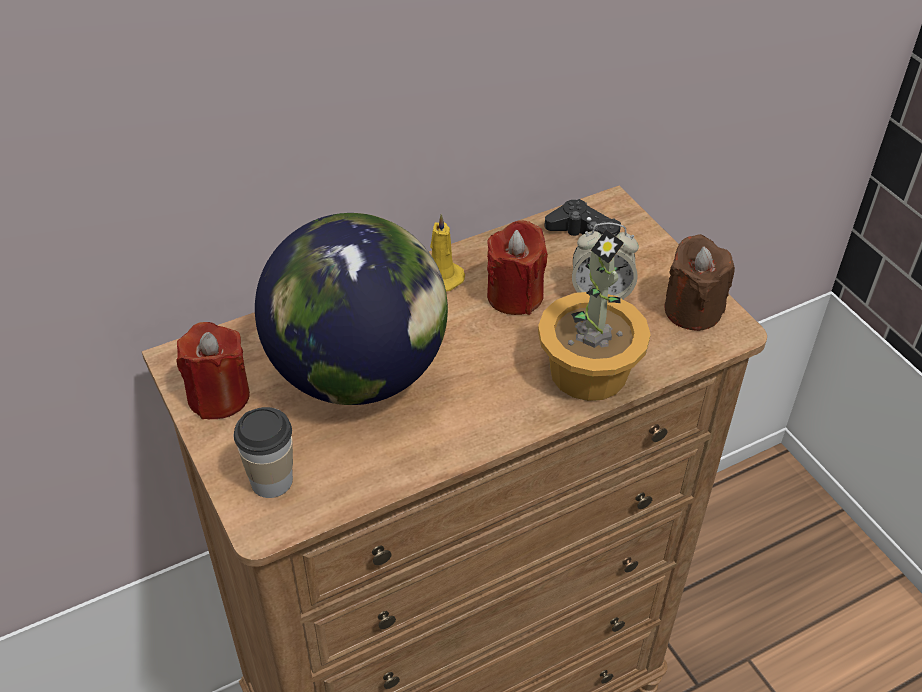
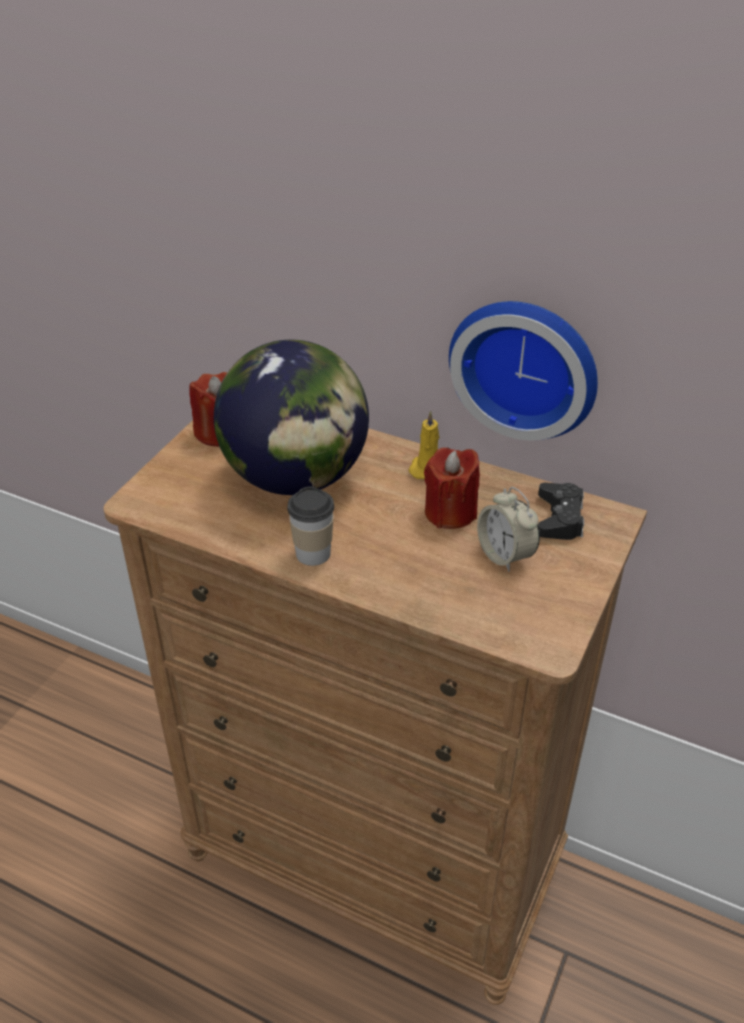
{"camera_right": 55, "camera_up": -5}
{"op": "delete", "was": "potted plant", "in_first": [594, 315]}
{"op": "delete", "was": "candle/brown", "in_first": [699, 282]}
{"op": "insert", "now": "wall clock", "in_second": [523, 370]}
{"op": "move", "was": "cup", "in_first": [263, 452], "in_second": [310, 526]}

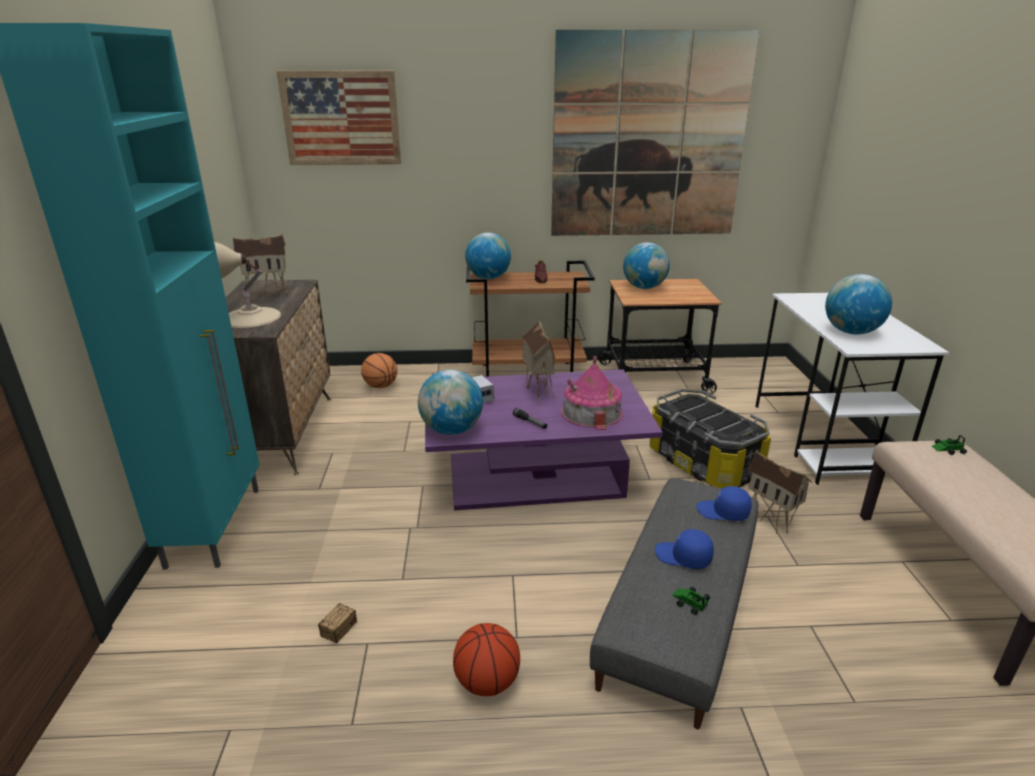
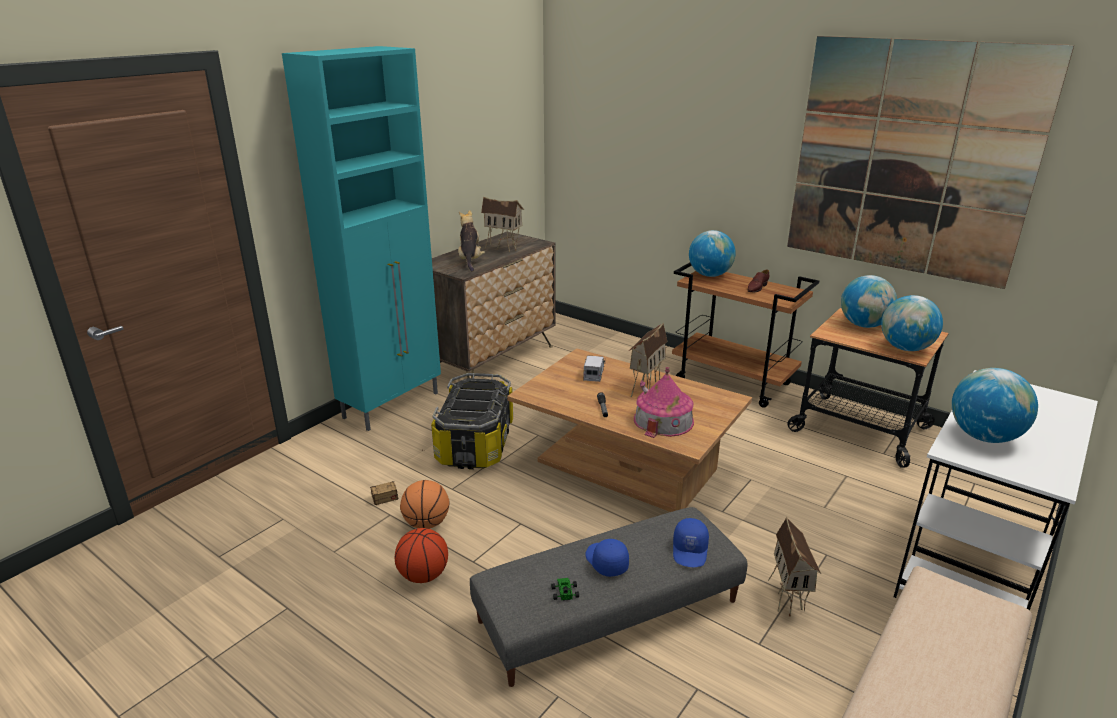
{"camera_right": 40, "camera_up": 0}
{"op": "delete", "was": "picture", "in_first": [339, 117]}
{"op": "delete", "was": "toy car", "in_first": [949, 445]}
{"op": "move", "was": "basketball", "in_first": [379, 370], "in_second": [425, 504]}
{"op": "move", "was": "globe", "in_first": [450, 402], "in_second": [912, 323]}
{"op": "move", "was": "storage box", "in_first": [710, 438], "in_second": [472, 421]}
{"op": "replace", "was": "table lamp/beige", "now": "plush toy", "in_first": [247, 285], "in_second": [471, 241]}
{"op": "recolor", "was": "coffee table/purple", "now": "coffee table/brown", "in_first": [544, 439], "in_second": [629, 430]}
{"op": "rotate", "was": "cap/blue", "in_first": [724, 503], "in_second": [691, 542], "clockwise": -135}

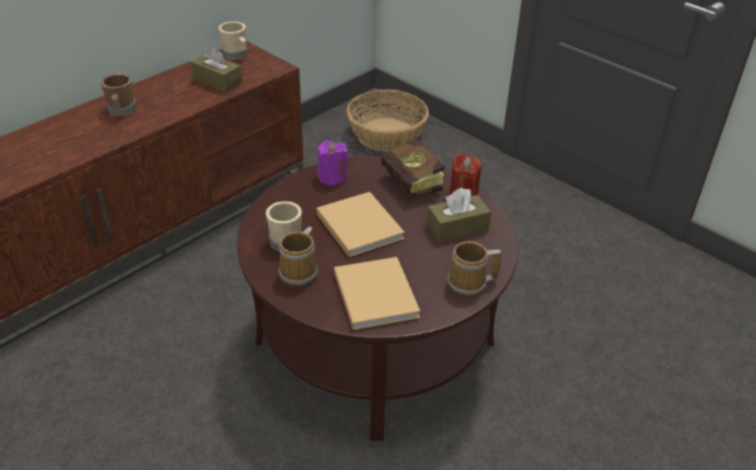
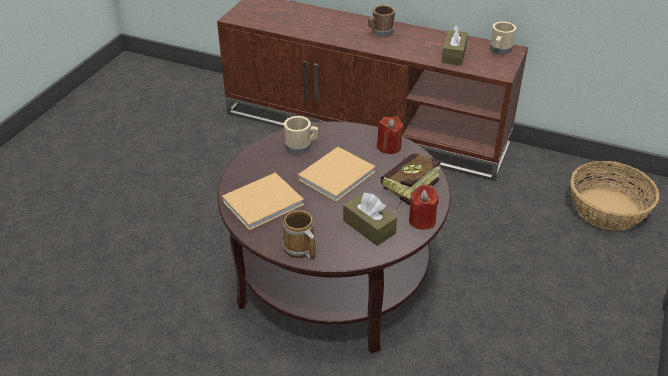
{"camera_right": 70, "camera_up": 0}
{"op": "delete", "was": "mug", "in_first": [298, 257]}
{"op": "recolor", "was": "candle/purple", "now": "candle/red", "in_first": [332, 163], "in_second": [390, 135]}

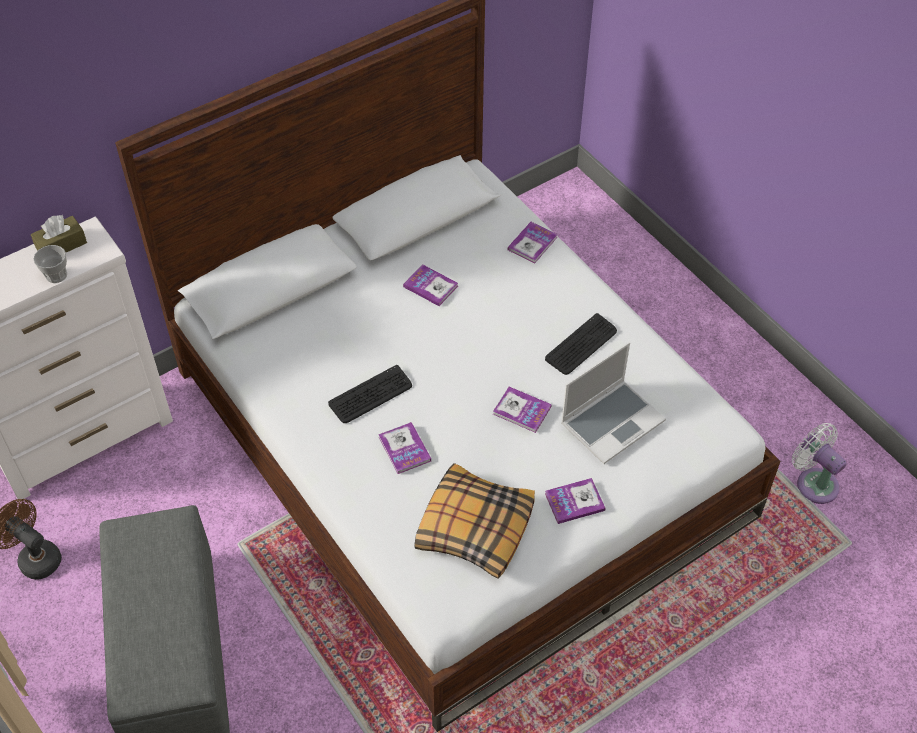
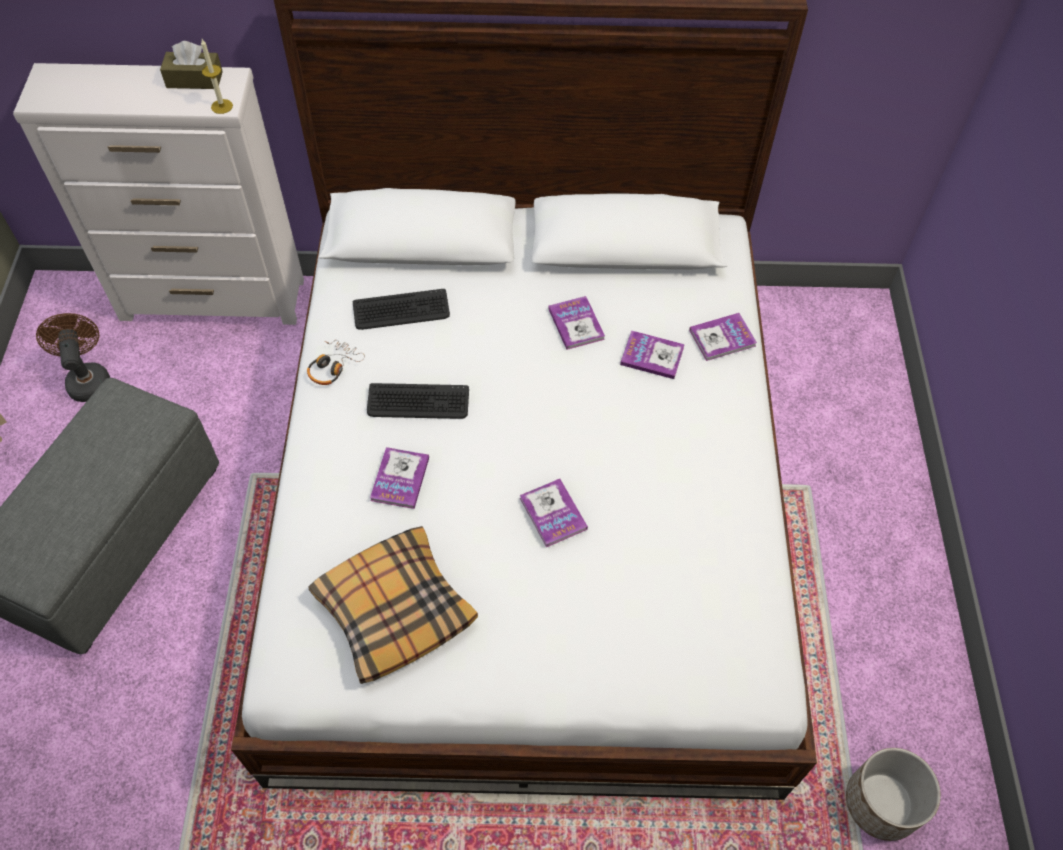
{"camera_right": 35, "camera_up": 5}
{"op": "delete", "was": "cup", "in_first": [50, 264]}
{"op": "delete", "was": "laptop", "in_first": [613, 403]}
{"op": "insert", "now": "candle", "in_second": [217, 76]}
{"op": "insert", "now": "headphones", "in_second": [336, 362]}
{"op": "move", "was": "keyboard", "in_first": [581, 344], "in_second": [401, 309]}
{"op": "move", "was": "book", "in_first": [575, 501], "in_second": [652, 355]}
{"op": "replace", "was": "fan/white", "now": "planter", "in_first": [819, 463], "in_second": [893, 794]}

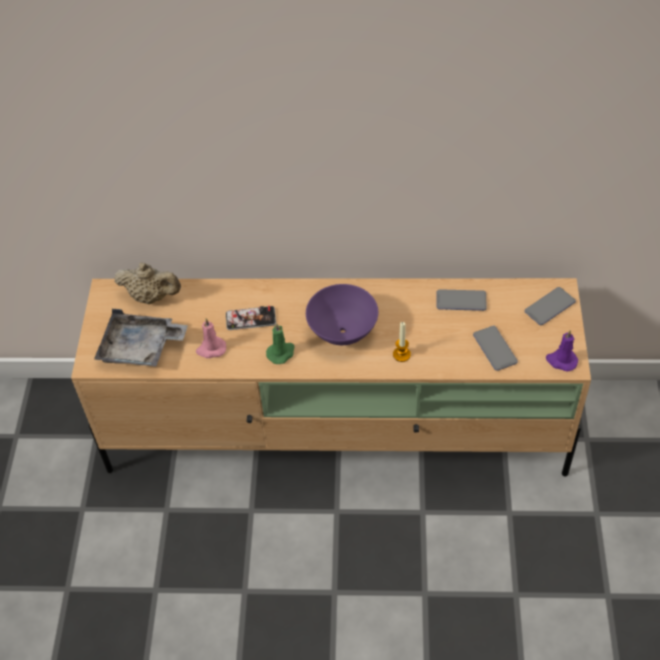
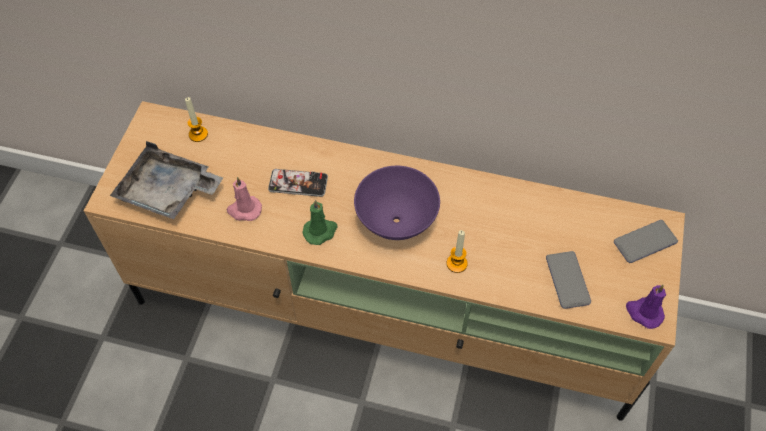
{"camera_right": 10, "camera_up": 5}
{"op": "delete", "was": "phone", "in_first": [461, 300]}
{"op": "replace", "was": "teapot/beige", "now": "candle", "in_first": [147, 283], "in_second": [196, 119]}

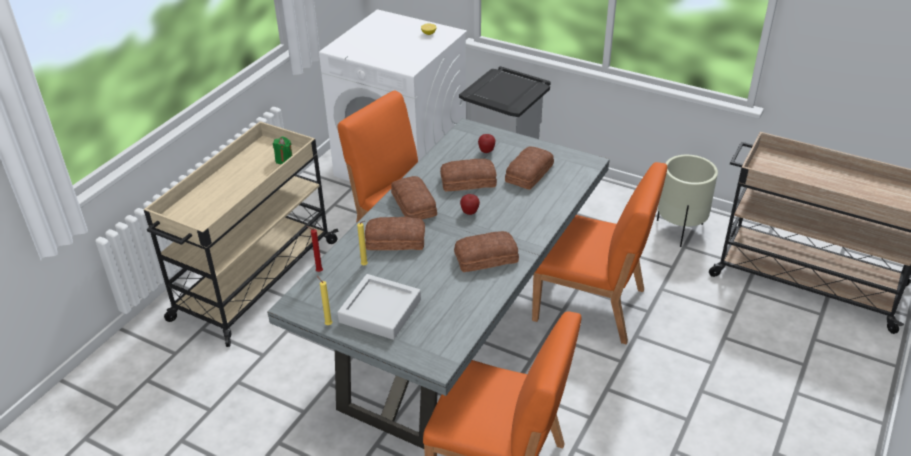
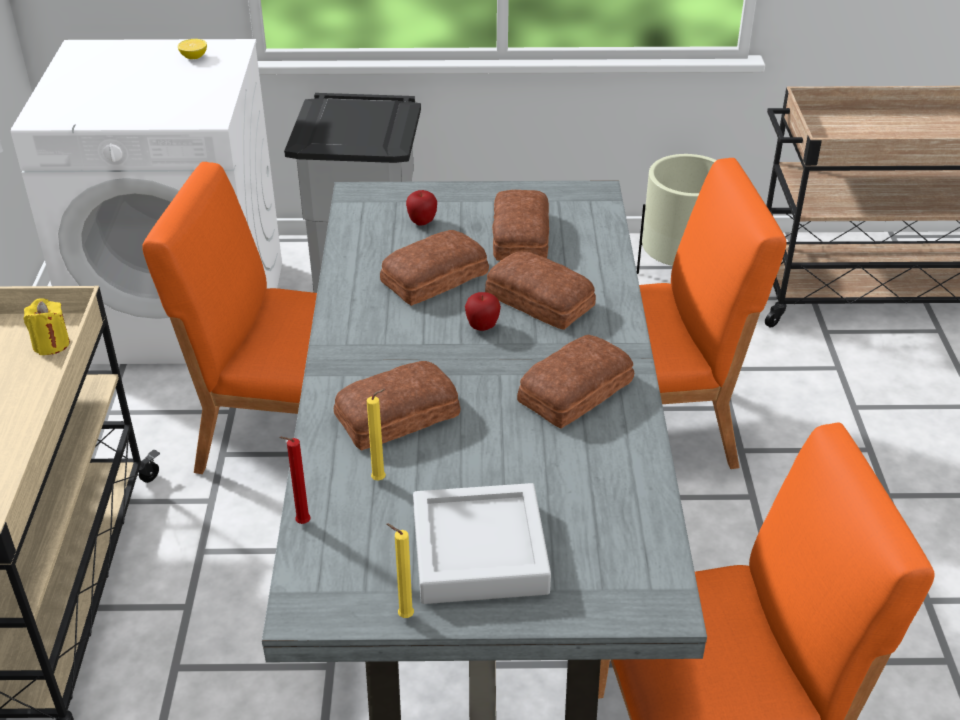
{"camera_right": -30, "camera_up": 0}
{"op": "move", "was": "bread", "in_first": [414, 198], "in_second": [540, 290]}
{"op": "recolor", "was": "candle/green", "now": "candle/yellow", "in_first": [282, 151], "in_second": [47, 326]}

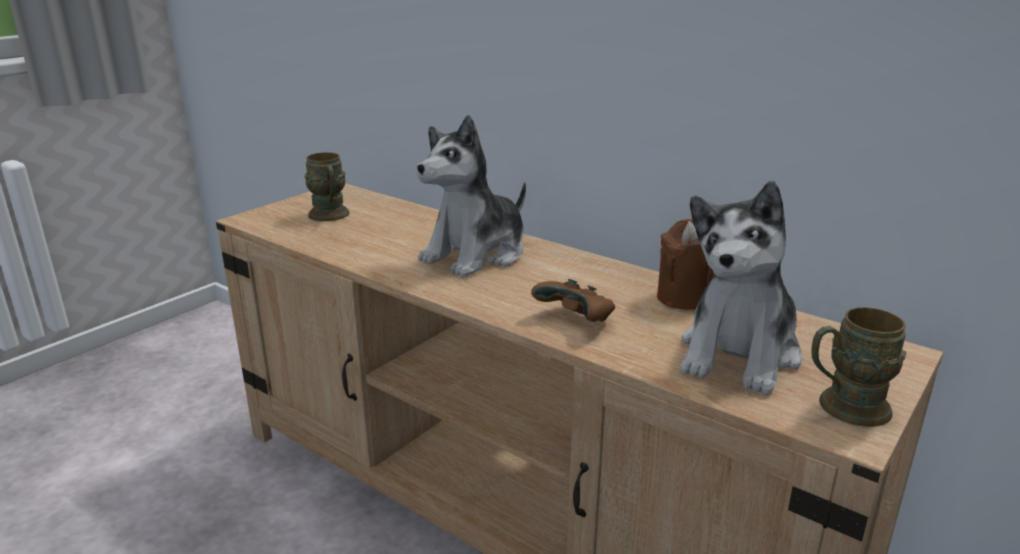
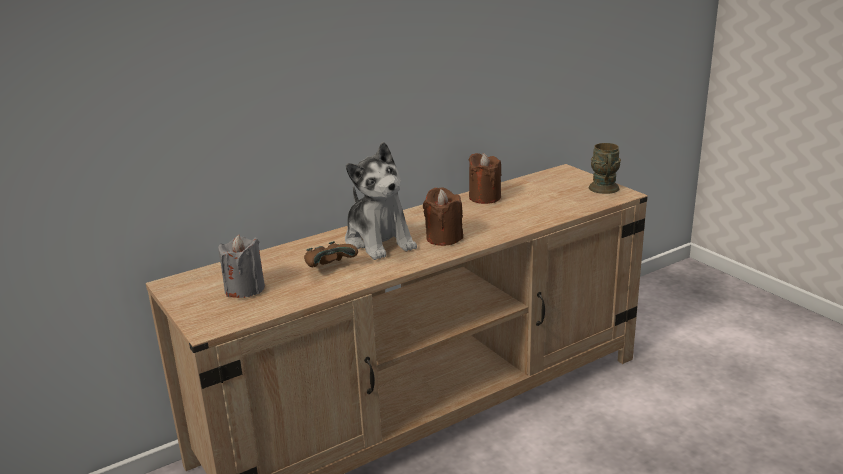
{"camera_right": -70, "camera_up": 0}
{"op": "delete", "was": "plush toy", "in_first": [741, 288]}
{"op": "insert", "now": "candle/brown", "in_second": [443, 216]}
{"op": "move", "was": "game controller/brown", "in_first": [573, 300], "in_second": [331, 254]}
{"op": "replace", "was": "mug/brown", "now": "candle/grey", "in_first": [327, 186], "in_second": [241, 266]}

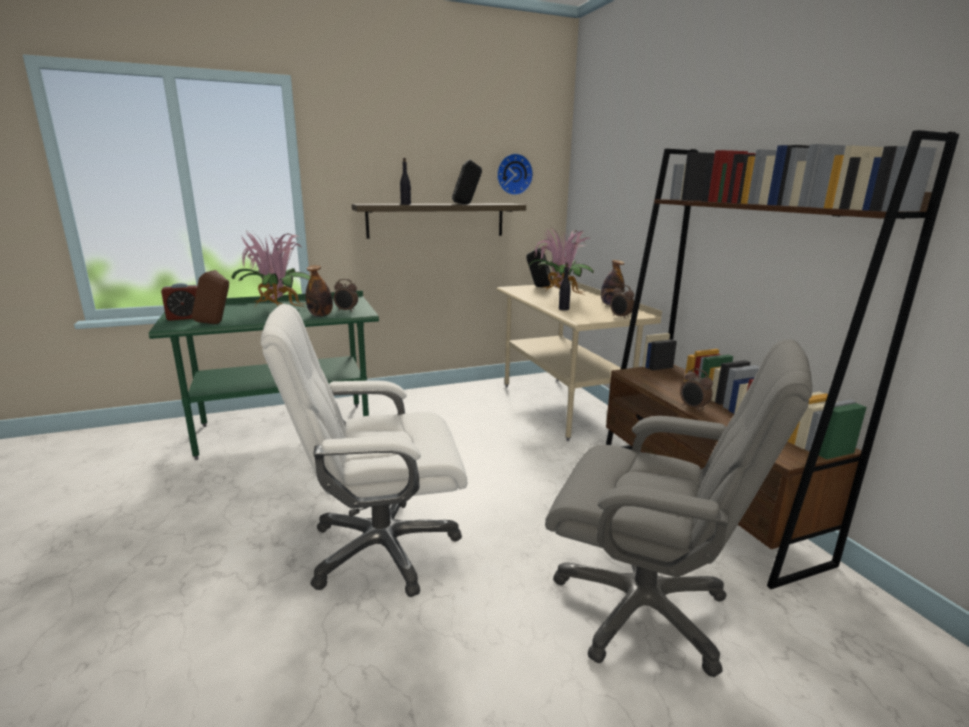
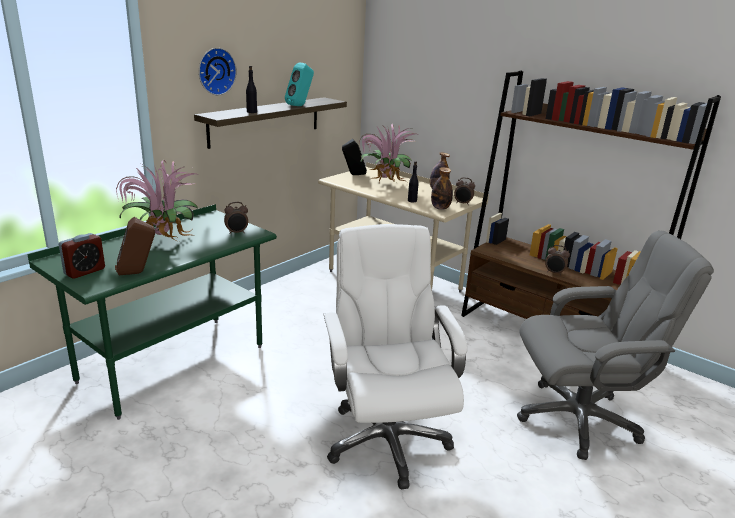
{"camera_right": -30, "camera_up": 5}
{"op": "move", "was": "bottle", "in_first": [319, 291], "in_second": [442, 188]}
{"op": "move", "was": "wall clock", "in_first": [515, 174], "in_second": [218, 71]}
{"op": "recolor", "was": "speaker/black", "now": "speaker/turquoise", "in_first": [467, 182], "in_second": [299, 84]}
{"op": "rotate", "was": "office chair/white", "in_first": [364, 450], "in_second": [395, 356], "clockwise": 120}

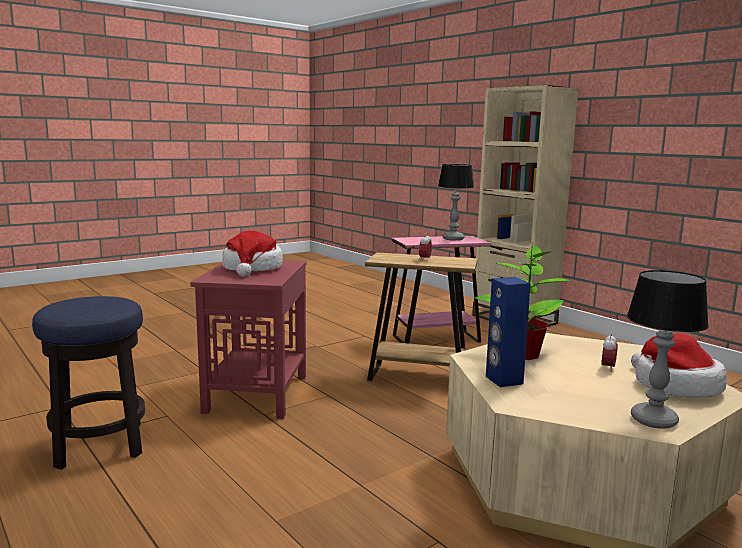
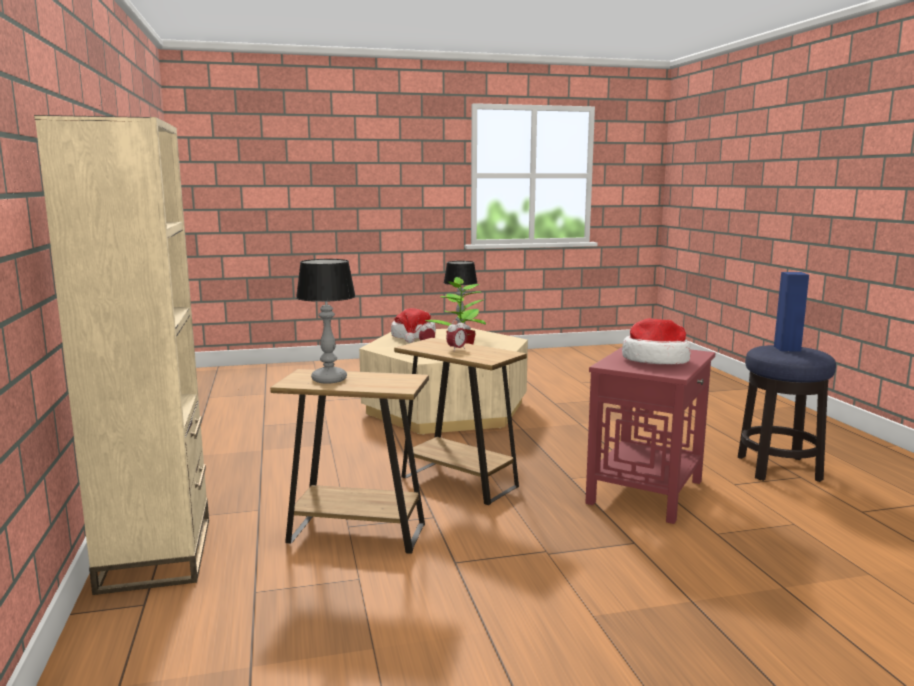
{"camera_right": -155, "camera_up": 0}
{"op": "move", "was": "speaker/blue", "in_first": [508, 332], "in_second": [791, 312]}
{"op": "recolor", "was": "side table/pink", "now": "side table/brown", "in_first": [441, 289], "in_second": [349, 461]}

